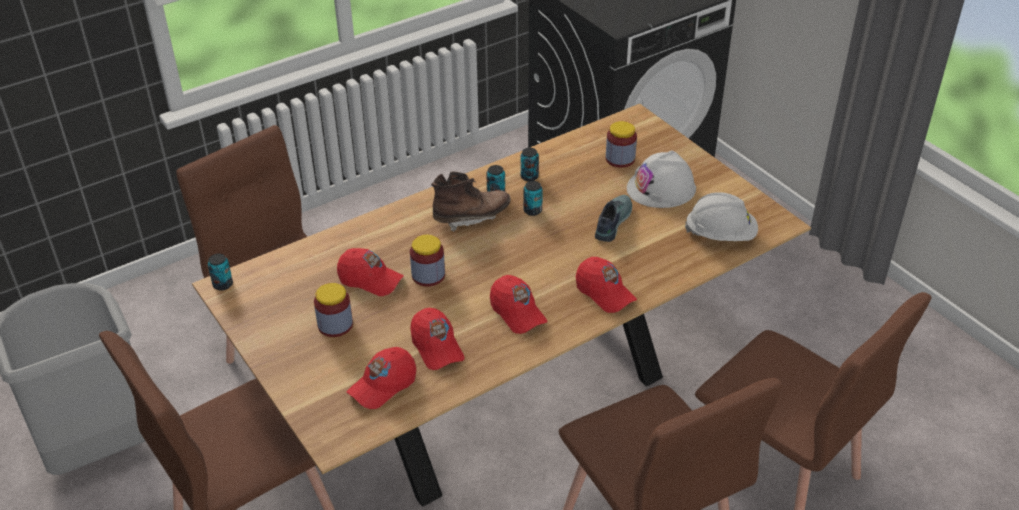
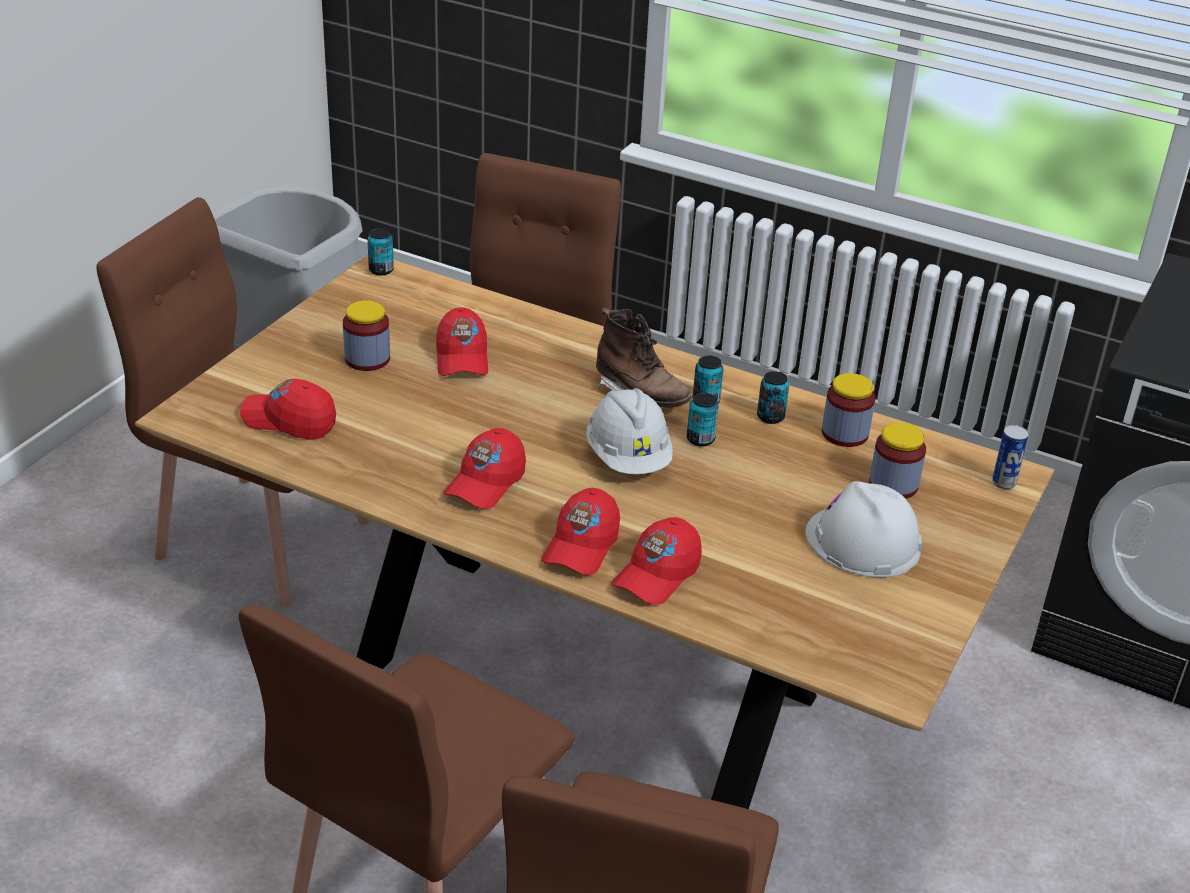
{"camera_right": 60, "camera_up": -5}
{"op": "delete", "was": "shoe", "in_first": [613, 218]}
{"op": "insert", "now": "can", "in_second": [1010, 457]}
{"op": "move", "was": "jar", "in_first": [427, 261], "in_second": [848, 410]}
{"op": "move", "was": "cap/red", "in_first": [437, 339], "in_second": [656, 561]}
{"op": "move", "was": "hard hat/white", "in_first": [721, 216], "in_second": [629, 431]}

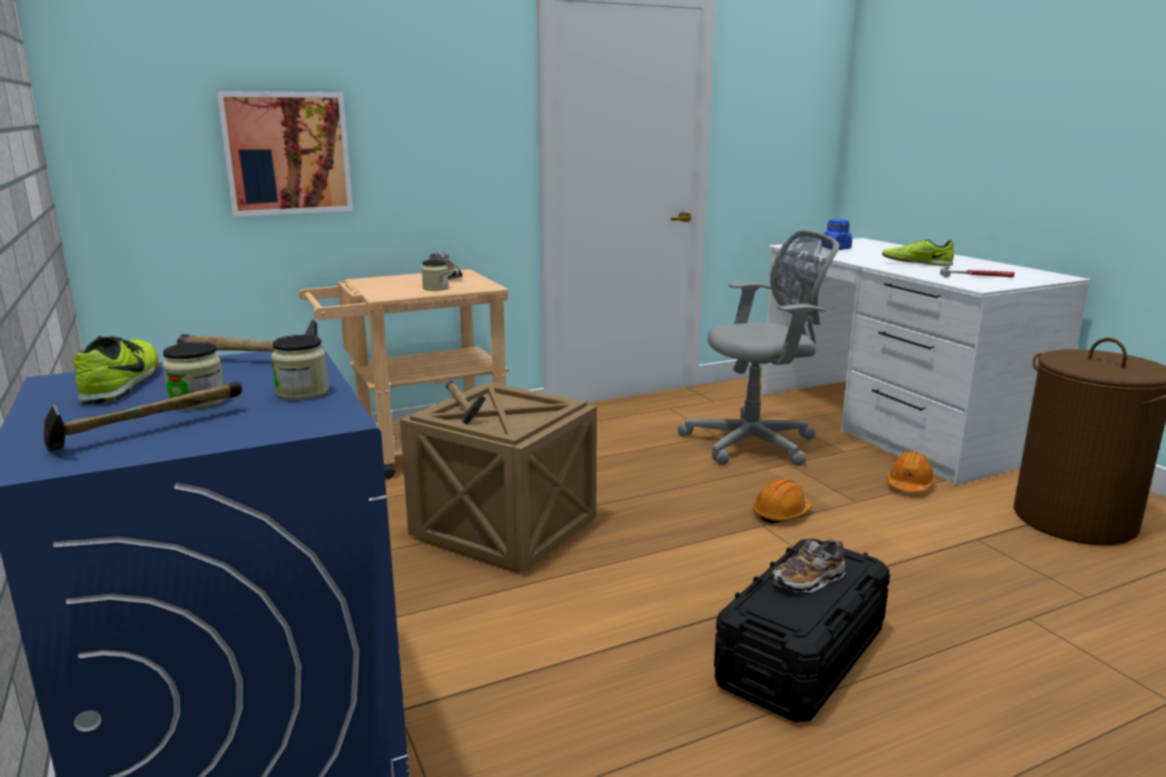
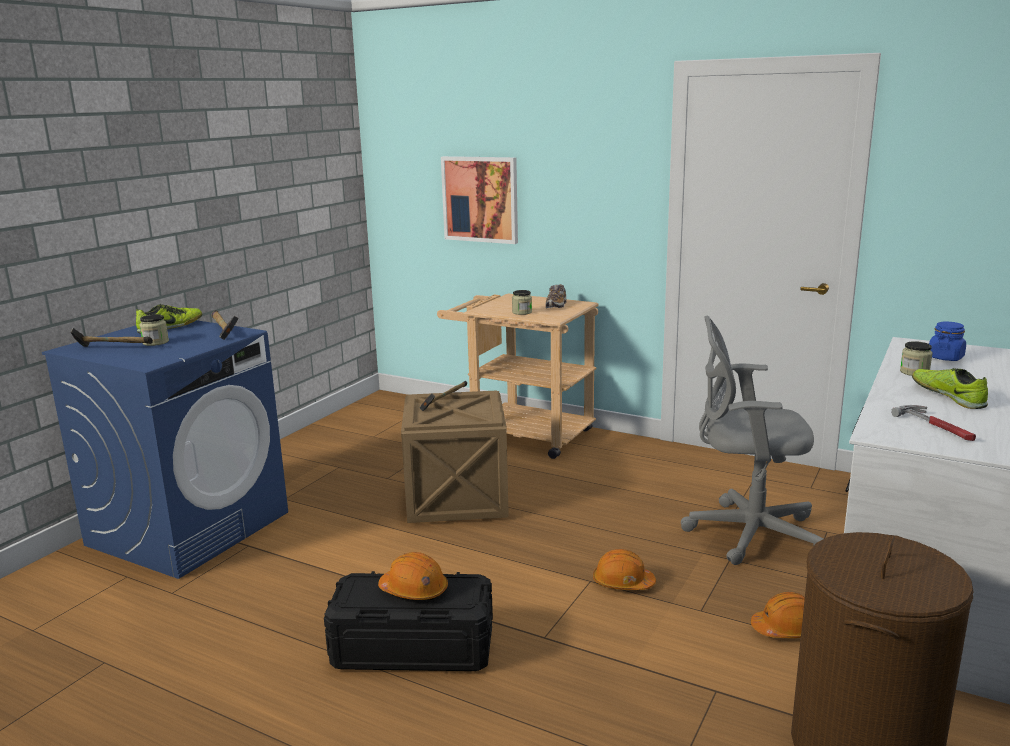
{"camera_right": 55, "camera_up": 0}
{"op": "move", "was": "jar", "in_first": [300, 367], "in_second": [916, 358]}
{"op": "replace", "was": "shoe", "now": "hard hat/orange", "in_first": [808, 565], "in_second": [413, 576]}
{"op": "rotate", "was": "office chair/grey", "in_first": [758, 348], "in_second": [752, 440], "clockwise": 150}

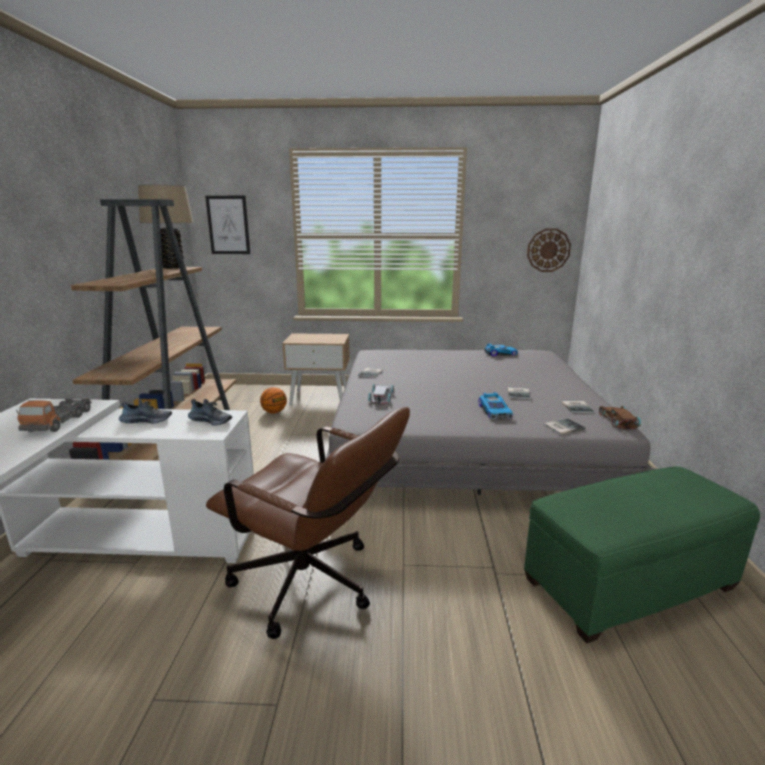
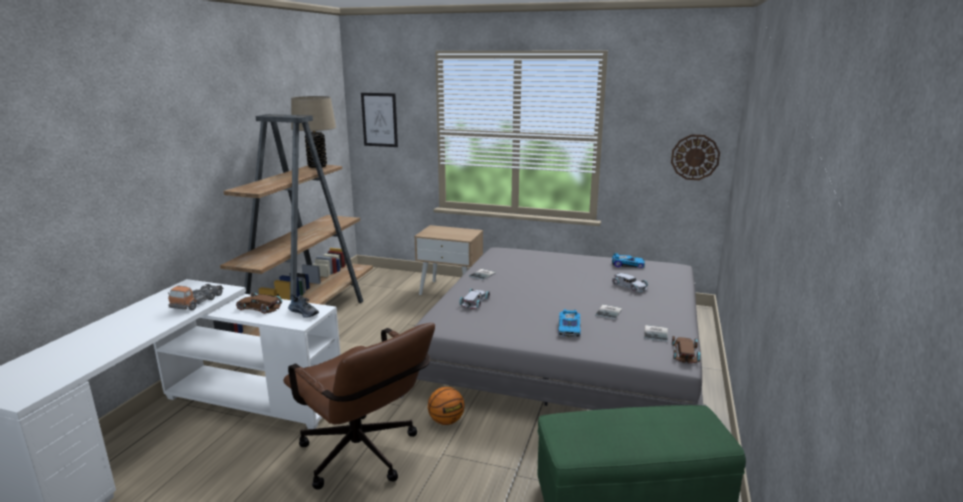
{"camera_right": 15, "camera_up": 0}
{"op": "delete", "was": "book", "in_first": [564, 426]}
{"op": "insert", "now": "toy car/white", "in_second": [630, 283]}
{"op": "move", "was": "basketball", "in_first": [273, 400], "in_second": [446, 406]}
{"op": "replace", "was": "shoe", "now": "toy car/brown", "in_first": [145, 411], "in_second": [259, 303]}

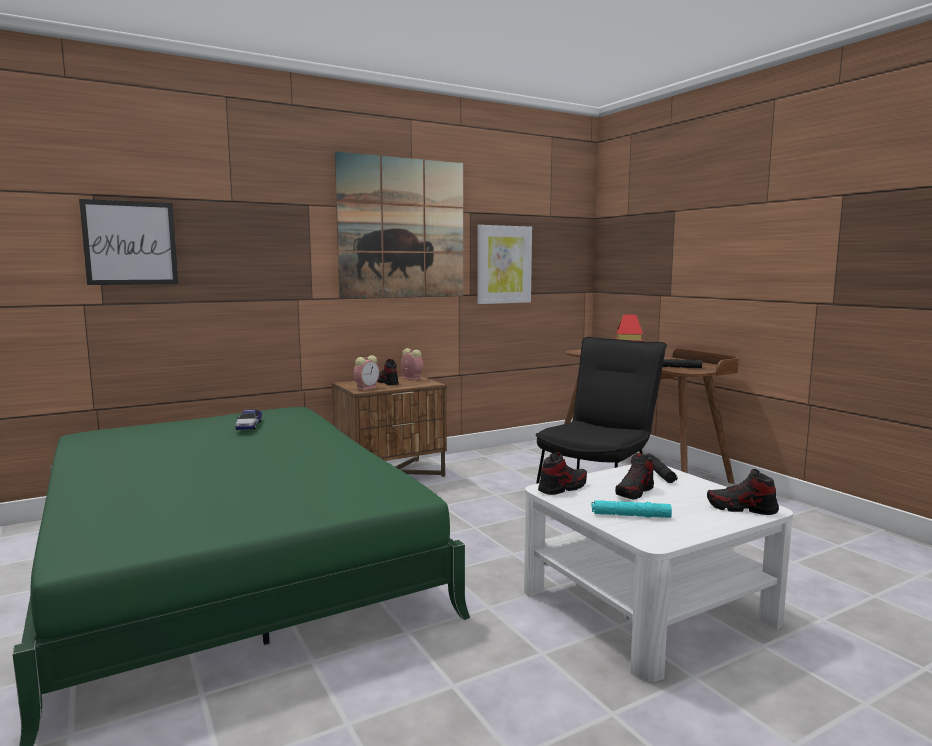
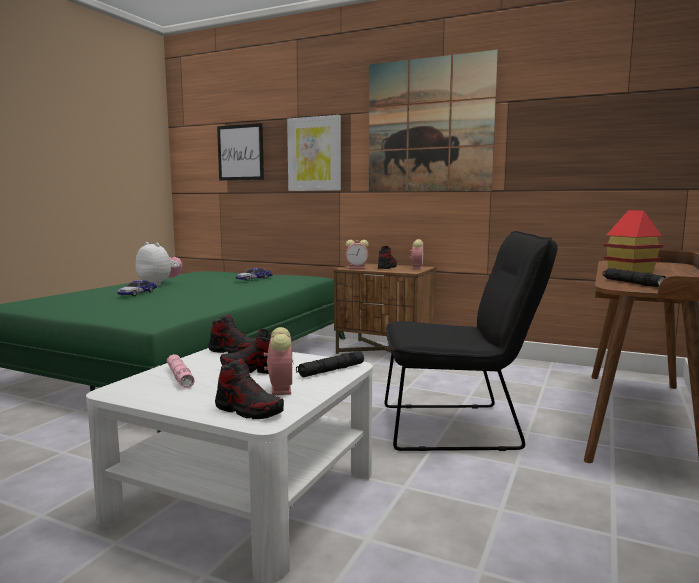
{"camera_right": 55, "camera_up": 0}
{"op": "insert", "now": "toy car", "in_second": [137, 288]}
{"op": "insert", "now": "plush toy", "in_second": [158, 264]}
{"op": "insert", "now": "alarm clock", "in_second": [278, 361]}
{"op": "move", "was": "picture", "in_first": [504, 264], "in_second": [314, 153]}
{"op": "recolor", "was": "flashlight/turquoise", "now": "flashlight/pink", "in_first": [631, 509], "in_second": [181, 371]}
{"op": "rotate", "was": "shoe", "in_first": [743, 492], "in_second": [249, 388], "clockwise": 135}

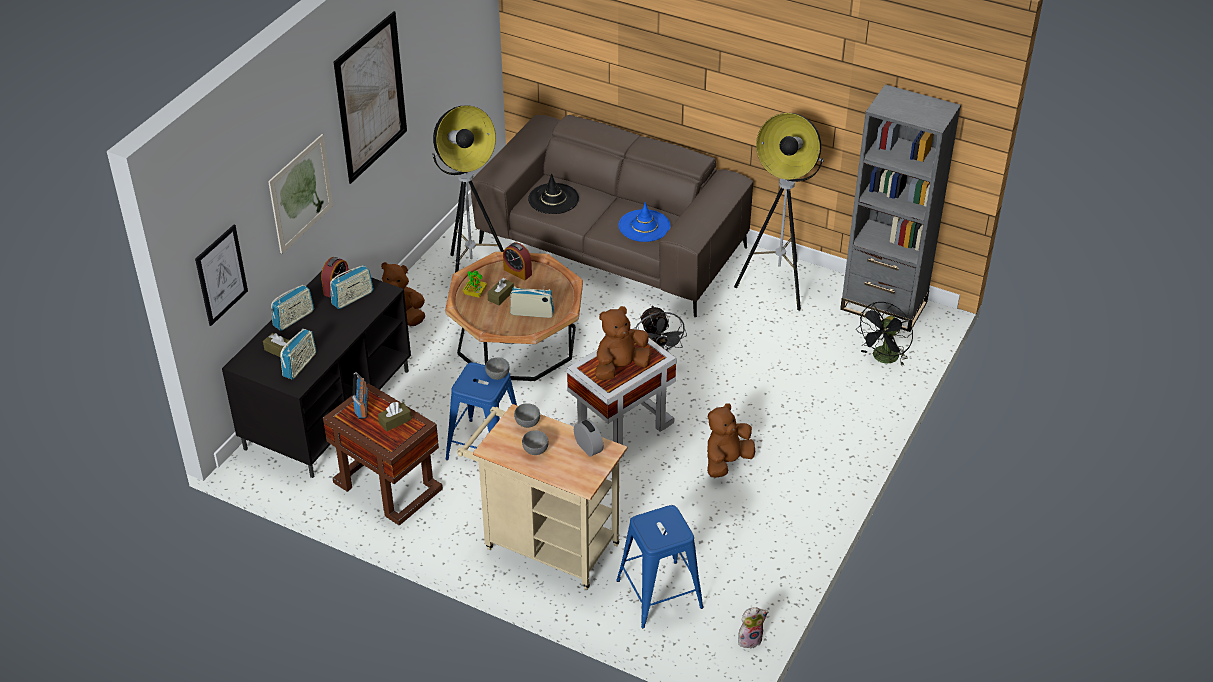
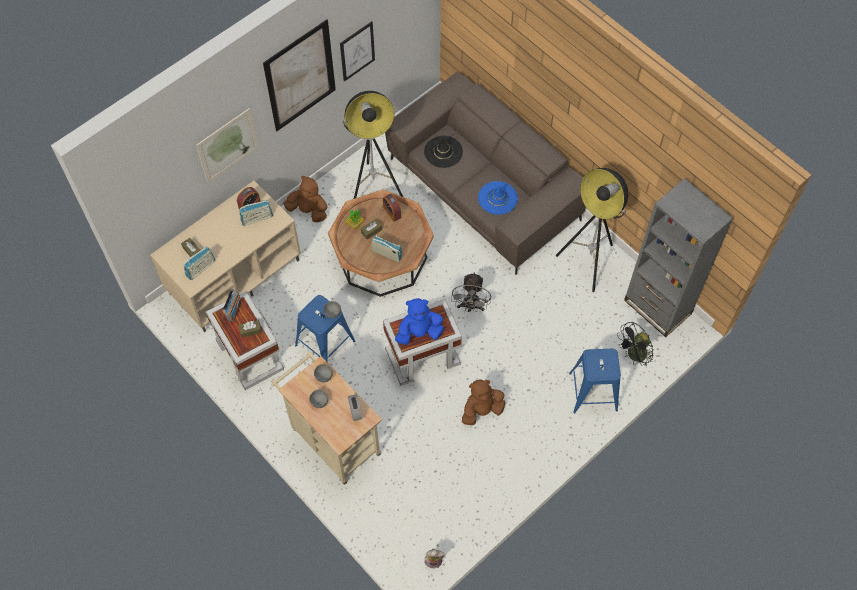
{"camera_right": 20, "camera_up": 20}
{"op": "delete", "was": "radio", "in_first": [292, 308]}
{"op": "move", "was": "picture", "in_first": [221, 275], "in_second": [357, 51]}
{"op": "move", "was": "stool/blue", "in_first": [659, 566], "in_second": [595, 381]}
{"op": "recolor", "was": "tv stand/black", "now": "tv stand/beige", "in_first": [316, 374], "in_second": [225, 256]}
{"op": "recolor", "was": "side table/brown", "now": "side table/white", "in_first": [383, 454], "in_second": [245, 340]}
{"op": "recolor", "was": "plush toy/brown", "now": "plush toy/blue", "in_first": [623, 343], "in_second": [419, 321]}

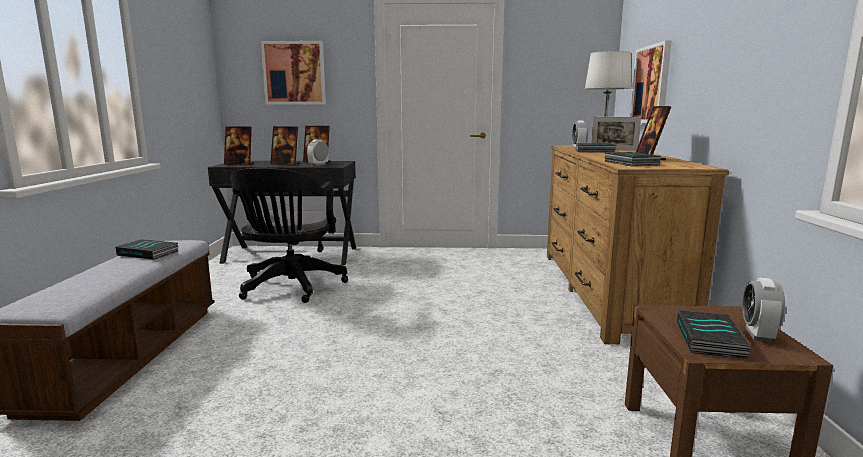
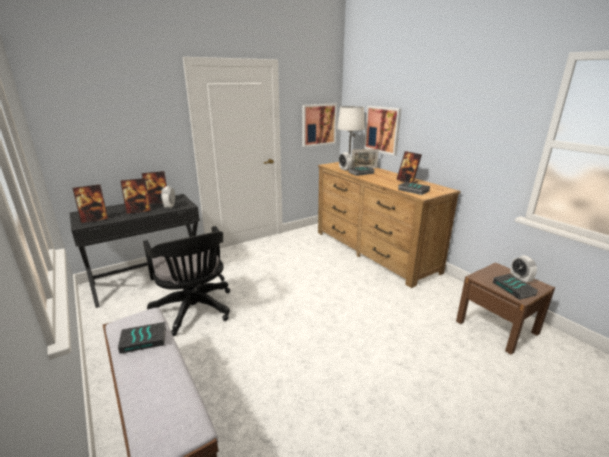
{"camera_right": -35, "camera_up": 10}
{"op": "move", "was": "picture", "in_first": [293, 72], "in_second": [319, 125]}

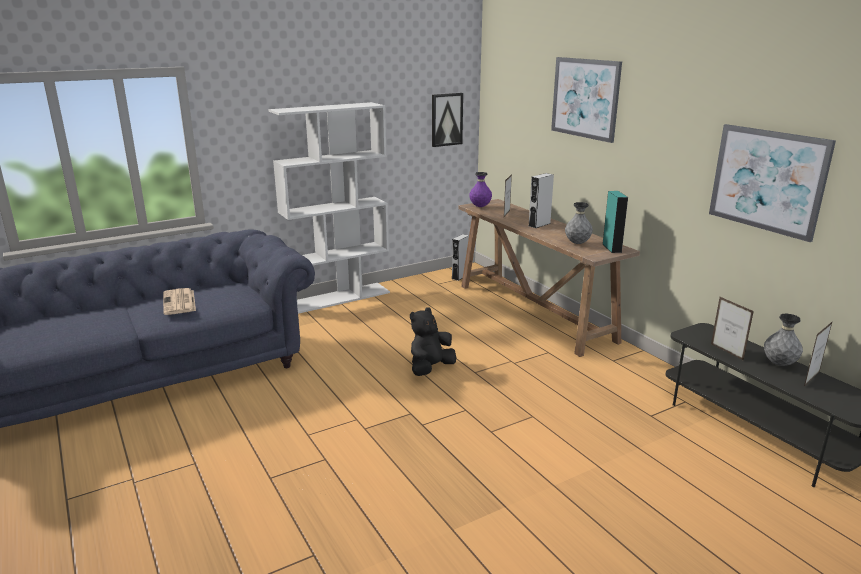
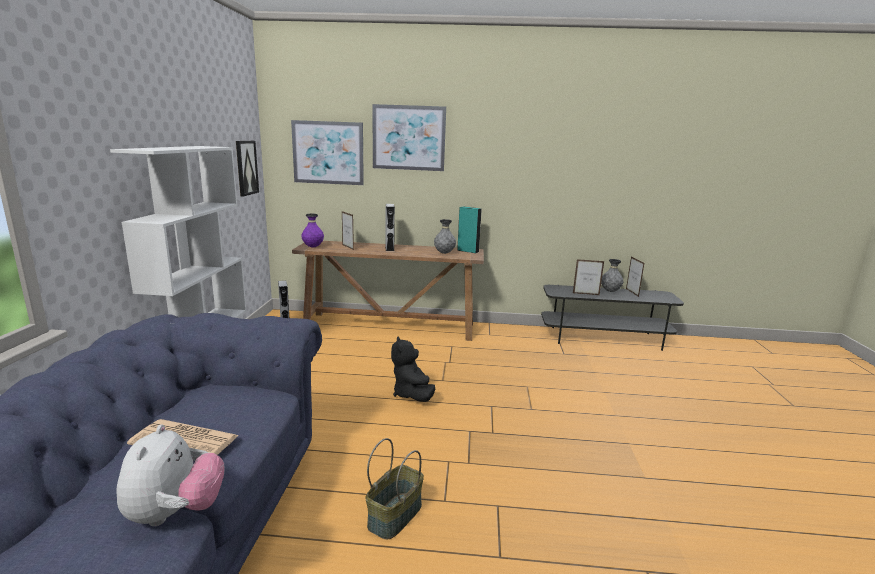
{"camera_right": -55, "camera_up": -5}
{"op": "insert", "now": "plush toy", "in_second": [170, 475]}
{"op": "insert", "now": "basket", "in_second": [394, 488]}
{"op": "move", "was": "picture", "in_first": [772, 183], "in_second": [327, 152]}

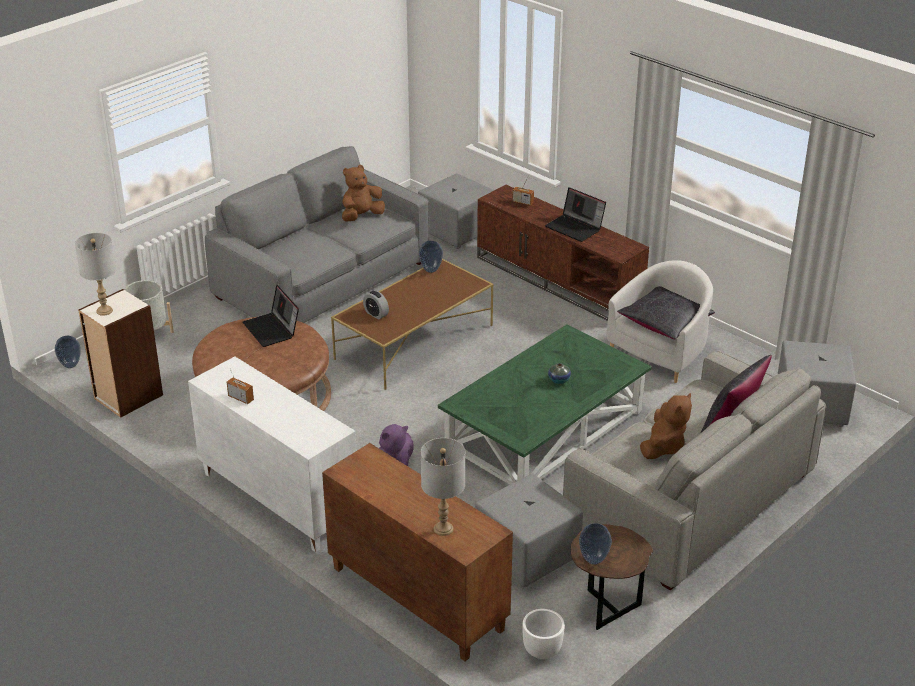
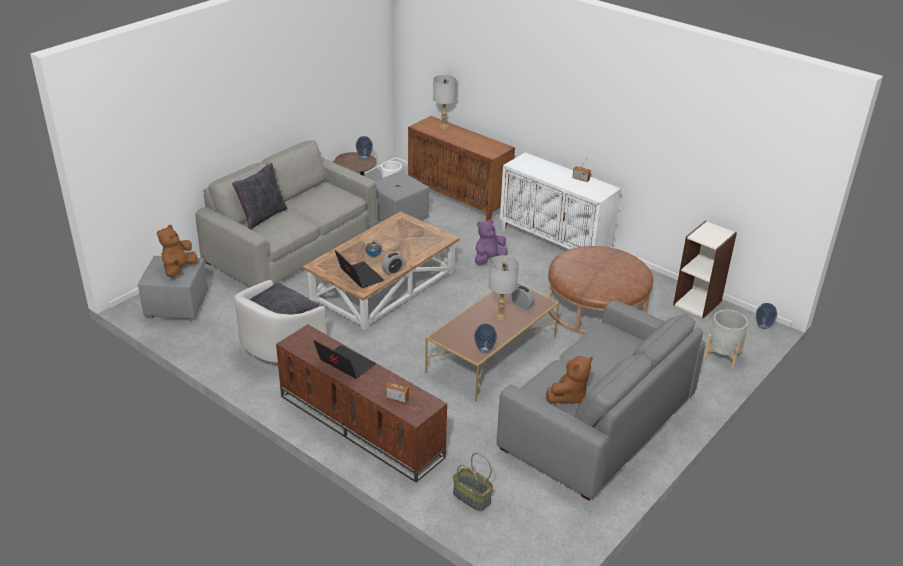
{"camera_right": 175, "camera_up": 0}
{"op": "insert", "now": "alarm clock", "in_second": [393, 264]}
{"op": "move", "was": "table lamp/grey", "in_first": [95, 274], "in_second": [503, 288]}
{"op": "move", "was": "laptop", "in_first": [270, 316], "in_second": [359, 269]}
{"op": "move", "was": "plush toy/brown", "in_first": [666, 426], "in_second": [177, 251]}
{"op": "replace", "was": "ottoman/grey", "now": "basket", "in_first": [456, 211], "in_second": [473, 482]}
{"op": "recolor", "was": "coffee table/green", "now": "coffee table/brown", "in_first": [545, 404], "in_second": [381, 271]}

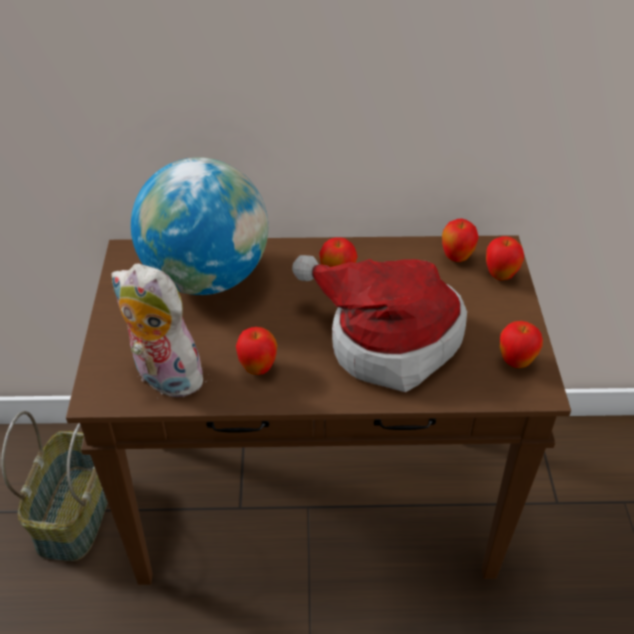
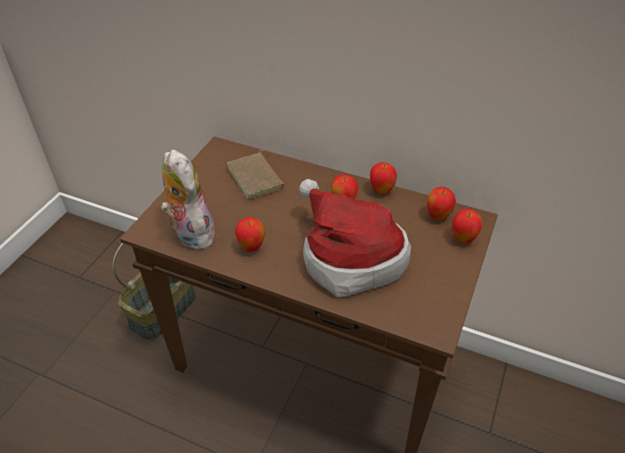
{"camera_right": 25, "camera_up": 0}
{"op": "move", "was": "apple", "in_first": [521, 344], "in_second": [383, 178]}
{"op": "replace", "was": "globe", "now": "book/brown", "in_first": [199, 226], "in_second": [255, 175]}

